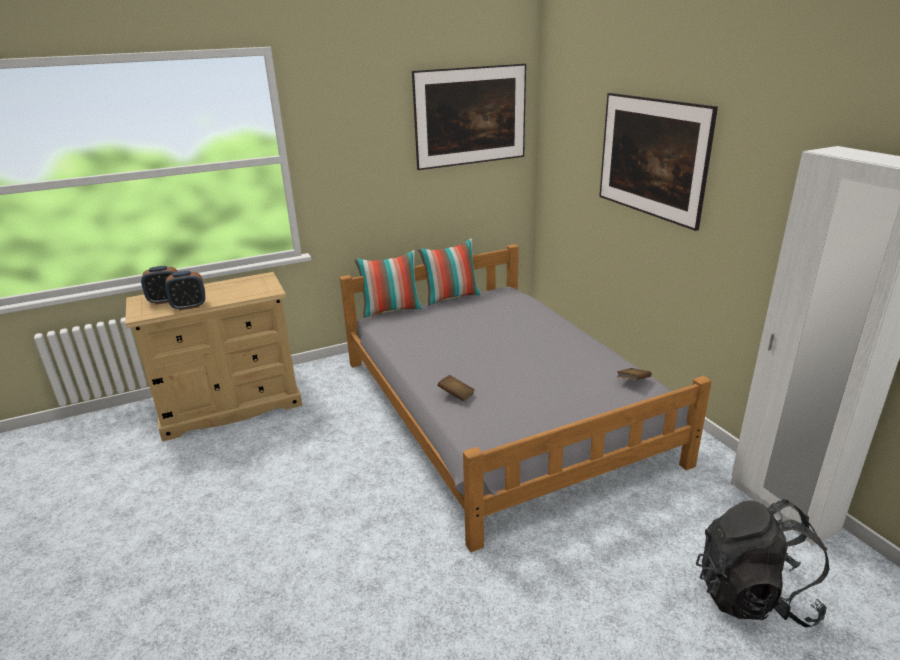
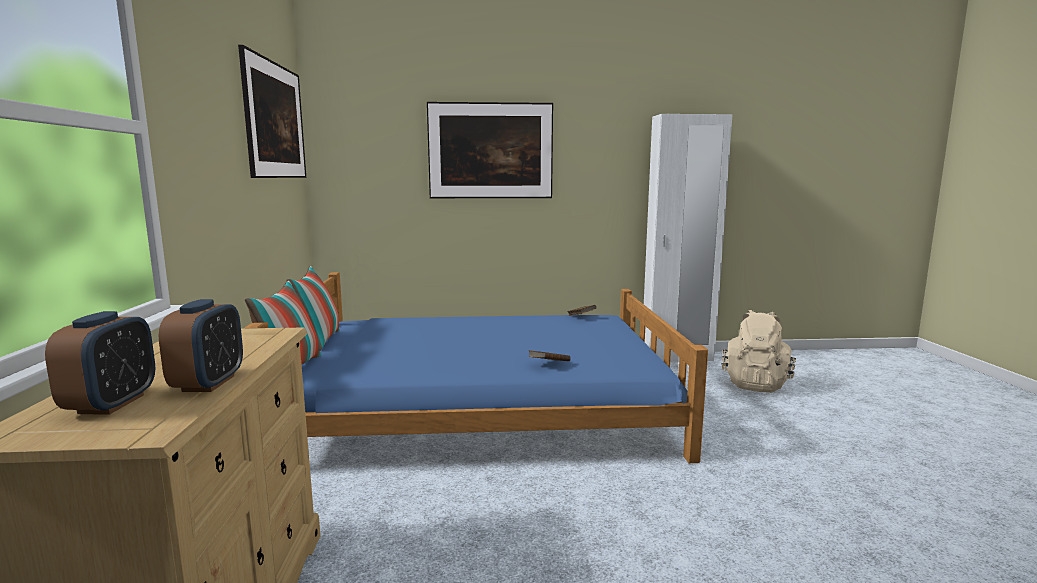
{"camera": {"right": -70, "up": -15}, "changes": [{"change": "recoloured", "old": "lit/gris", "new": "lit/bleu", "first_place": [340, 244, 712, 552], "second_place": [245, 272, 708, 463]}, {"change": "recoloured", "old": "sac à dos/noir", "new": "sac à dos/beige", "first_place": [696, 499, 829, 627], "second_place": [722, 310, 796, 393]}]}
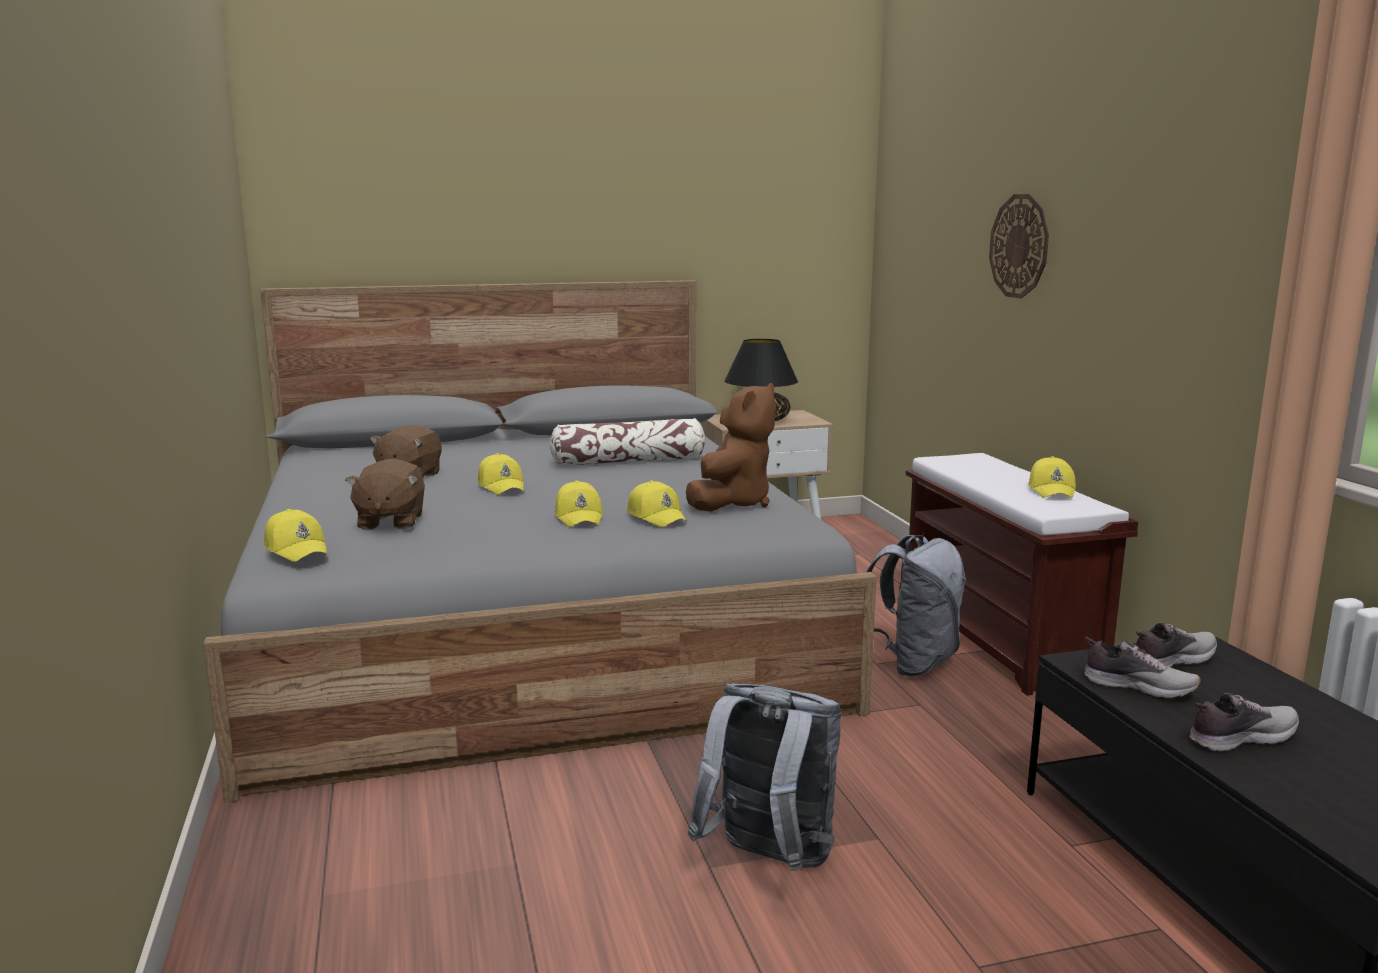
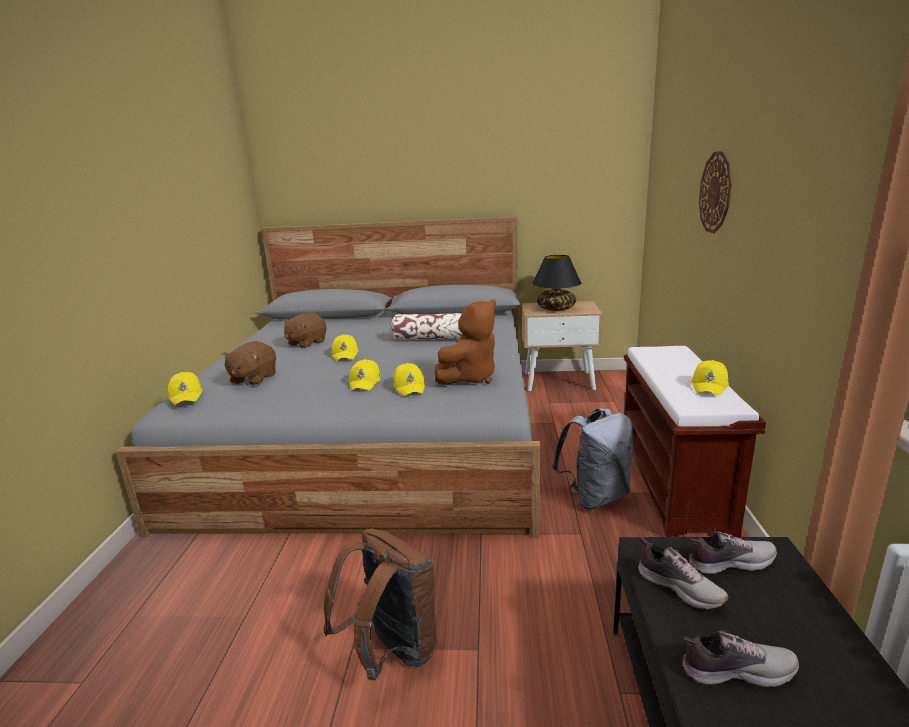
{"camera": {"right": 20, "up": 5}, "changes": [{"change": "recoloured", "old": "sac à dos/gris", "new": "sac à dos/marron", "first_place": [688, 683, 842, 871], "second_place": [323, 529, 437, 680]}]}
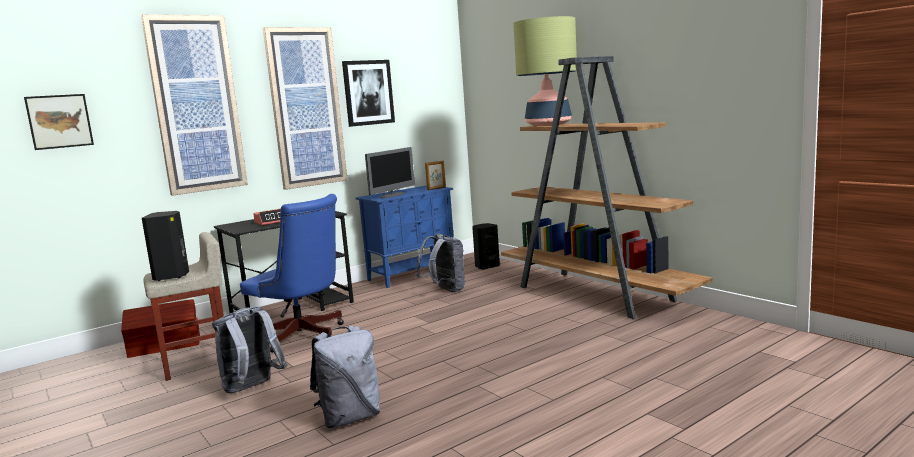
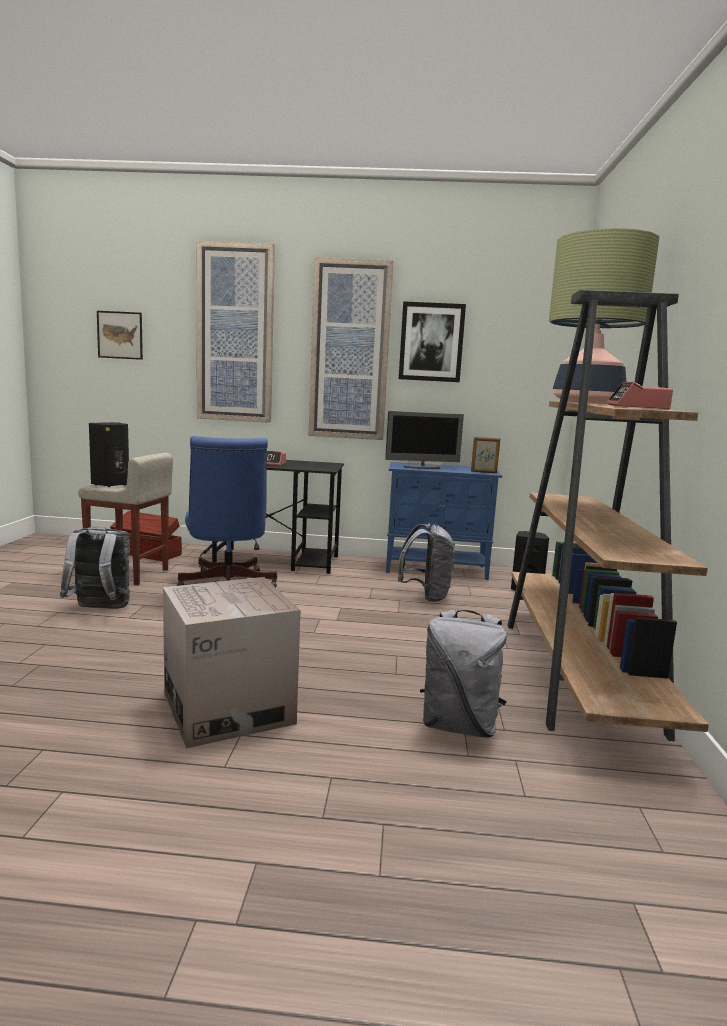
{"camera": {"right": 40, "up": 0}, "changes": [{"change": "moved", "old": "sac à dos/gris", "first_place": [310, 326, 381, 428], "second_place": [420, 610, 507, 738]}, {"change": "added", "new": "carton", "second_place": [163, 577, 300, 748]}, {"change": "added", "new": "réveil", "second_place": [607, 382, 673, 410]}]}
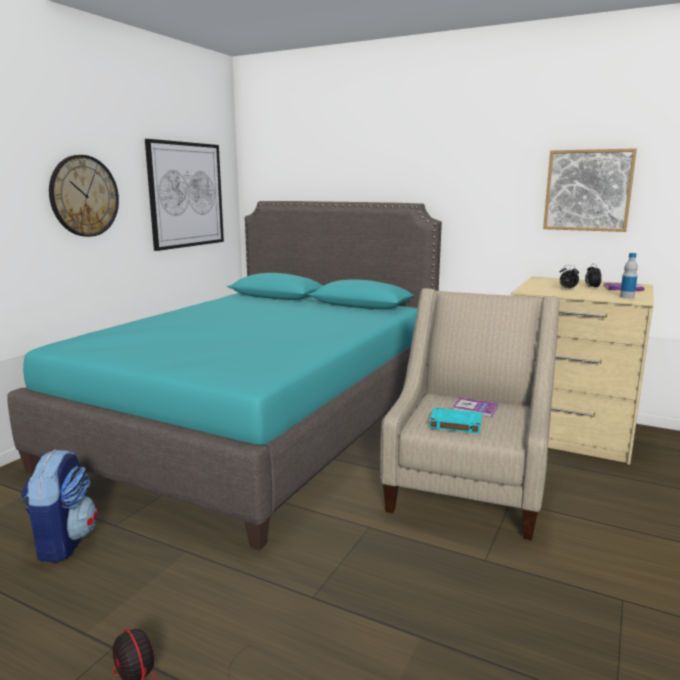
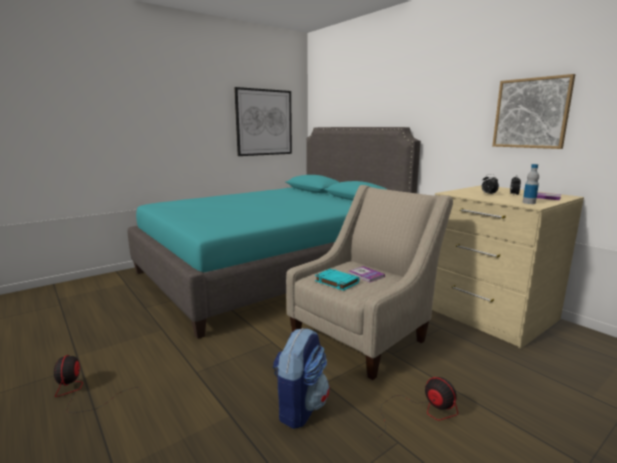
{"camera": {"right": 25, "up": 0}, "changes": [{"change": "moved", "old": "sac à dos", "first_place": [21, 449, 97, 563], "second_place": [272, 328, 330, 429]}, {"change": "removed", "old": "horloge murale", "first_place": [49, 155, 119, 237]}, {"change": "added", "new": "ventilateur", "second_place": [378, 377, 458, 438]}]}
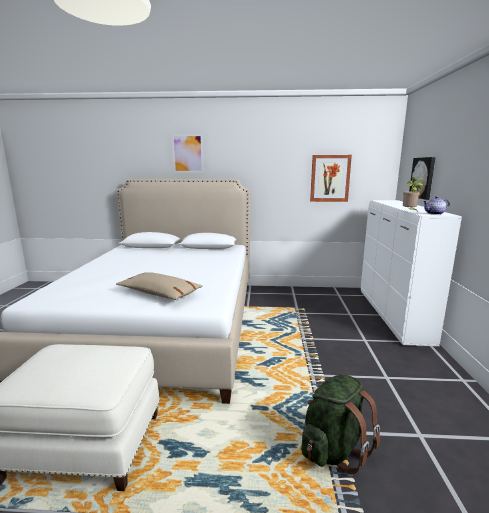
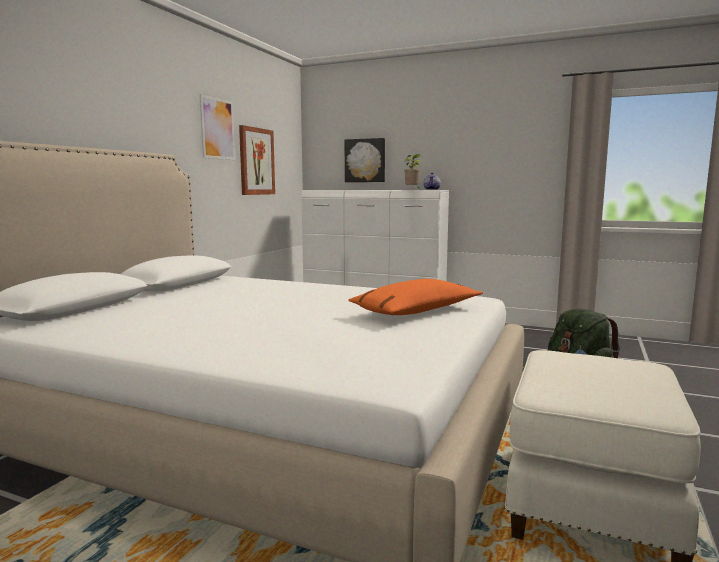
{"camera": {"right": -70, "up": -5}, "changes": [{"change": "recoloured", "old": "coussin/beige", "new": "coussin/orange", "first_place": [116, 272, 203, 300], "second_place": [348, 279, 483, 315]}, {"change": "moved", "old": "tableau", "first_place": [172, 134, 204, 173], "second_place": [199, 94, 235, 160]}]}
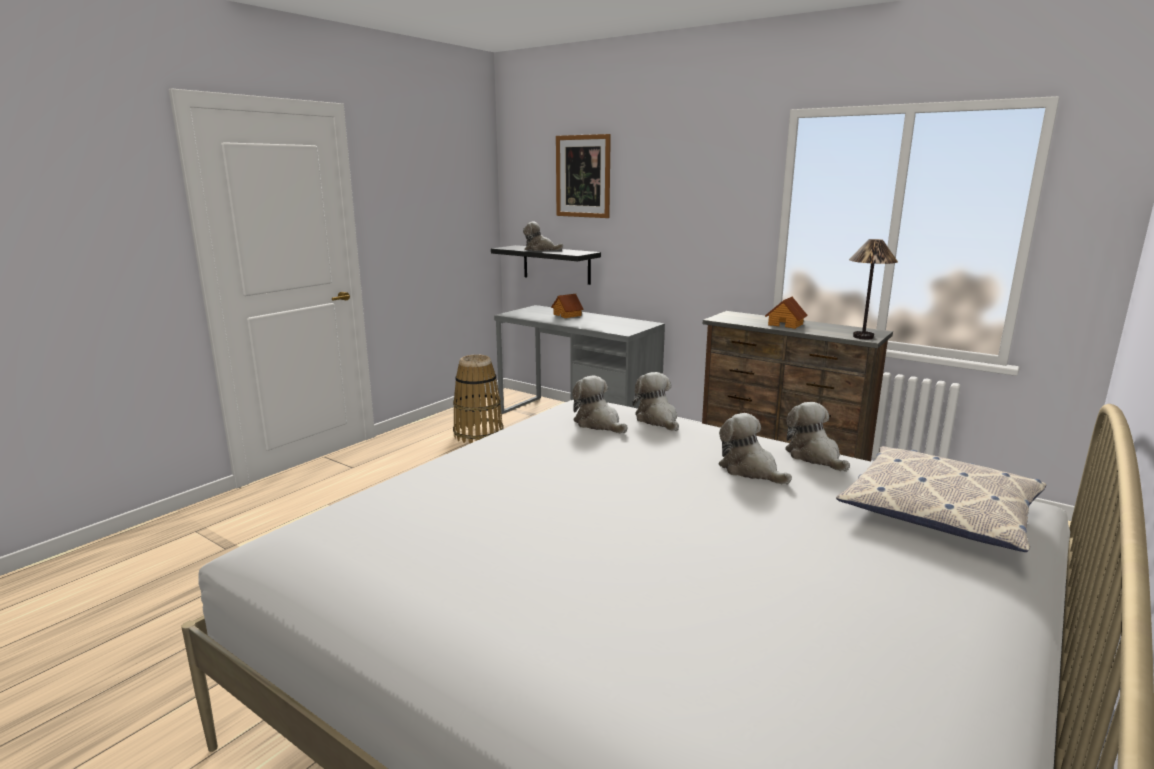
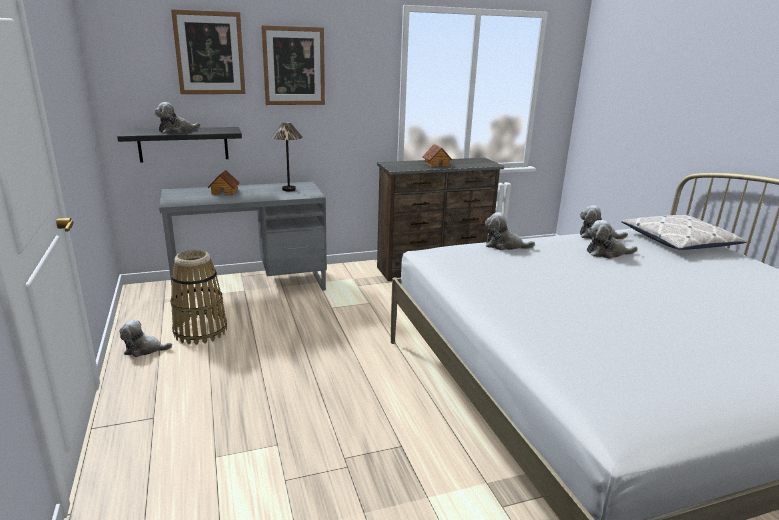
{"camera": {"right": -55, "up": 5}, "changes": [{"change": "moved", "old": "peluche", "first_place": [572, 376, 628, 433], "second_place": [120, 320, 172, 357]}, {"change": "moved", "old": "lampe de table", "first_place": [849, 239, 898, 339], "second_place": [271, 122, 303, 191]}, {"change": "added", "new": "tableau", "second_place": [261, 25, 325, 105]}]}
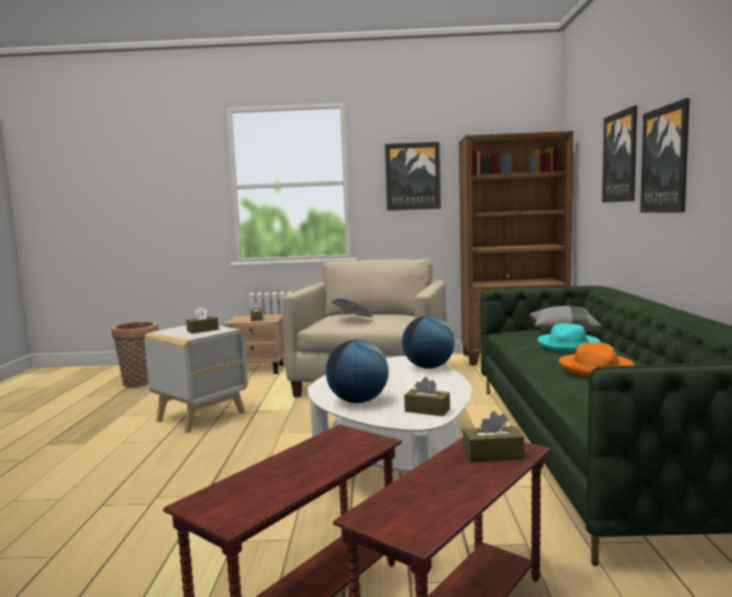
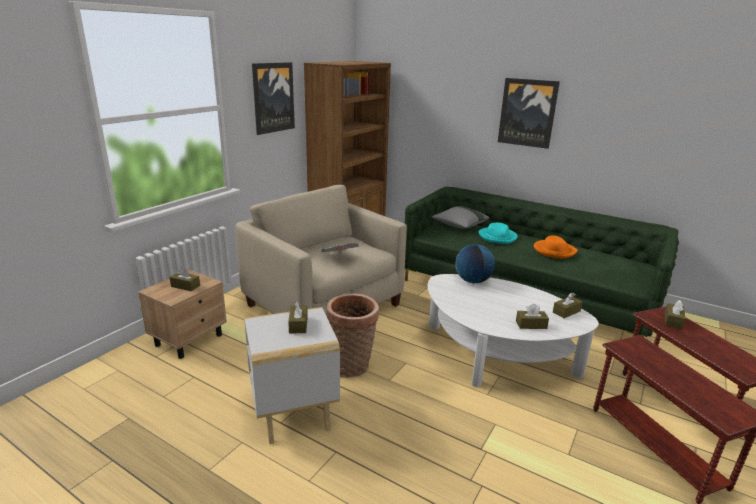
{"camera": {"right": -60, "up": 15}, "changes": [{"change": "moved", "old": "panier", "first_place": [111, 321, 158, 387], "second_place": [326, 293, 379, 378]}, {"change": "replaced", "old": "globe", "new": "boîte à mouchoirs/marron", "first_place": [326, 340, 389, 403], "second_place": [516, 304, 549, 329]}, {"change": "removed", "old": "tableau", "first_place": [602, 105, 637, 203]}]}
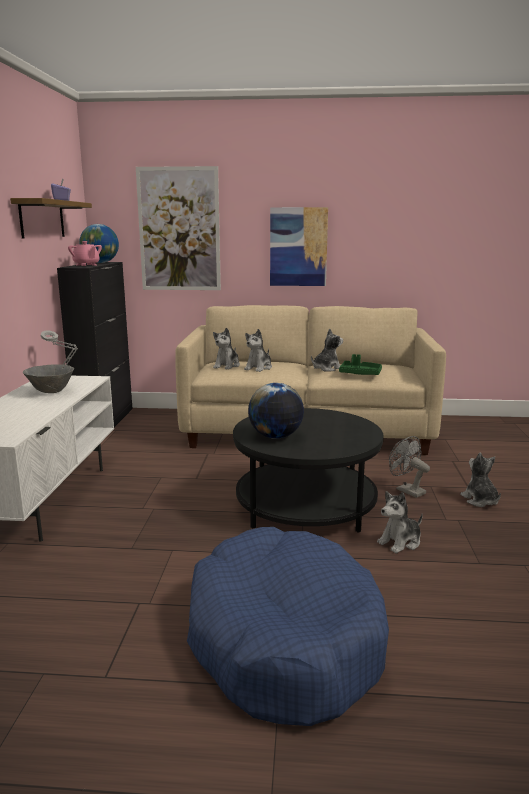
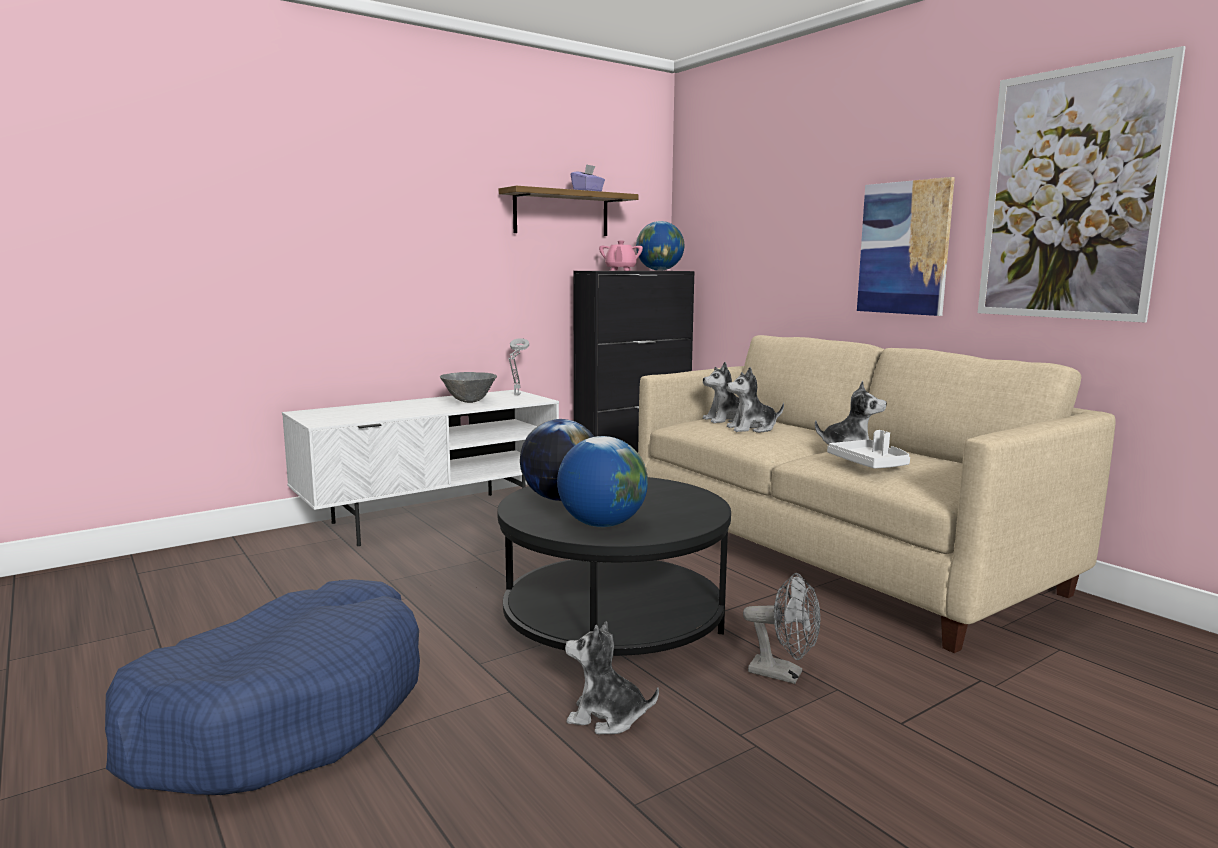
{"camera": {"right": 50, "up": -5}, "changes": [{"change": "moved", "old": "tableau", "first_place": [136, 166, 221, 290], "second_place": [978, 46, 1186, 322]}, {"change": "recoloured", "old": "plateau/vert", "new": "plateau/blanc", "first_place": [339, 354, 382, 375], "second_place": [827, 430, 910, 469]}, {"change": "turned", "old": "ventilateur/gris", "first_place": [389, 436, 430, 498], "second_place": [743, 573, 821, 684], "degrees": 105}, {"change": "removed", "old": "peluche", "first_place": [460, 452, 501, 507]}, {"change": "added", "new": "globe", "second_place": [557, 436, 648, 527]}]}
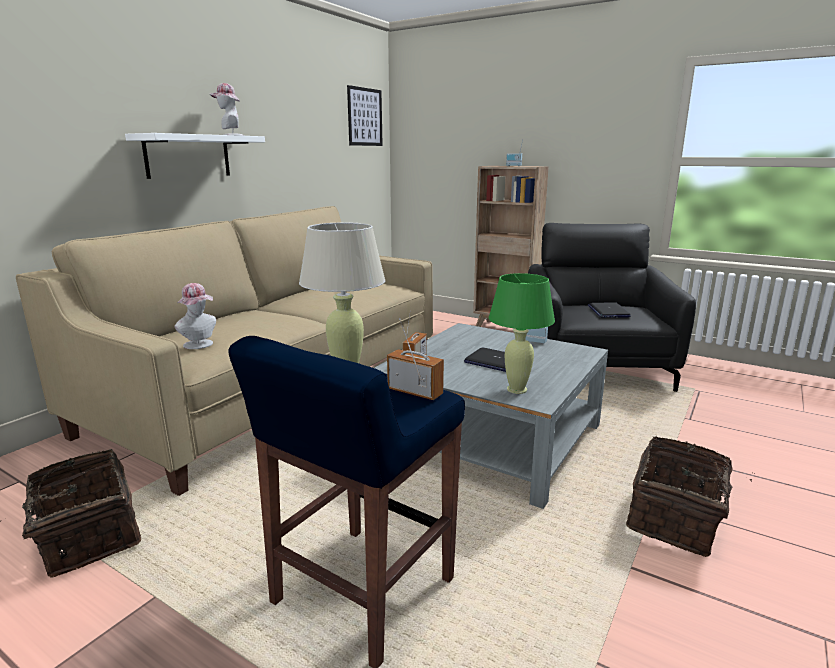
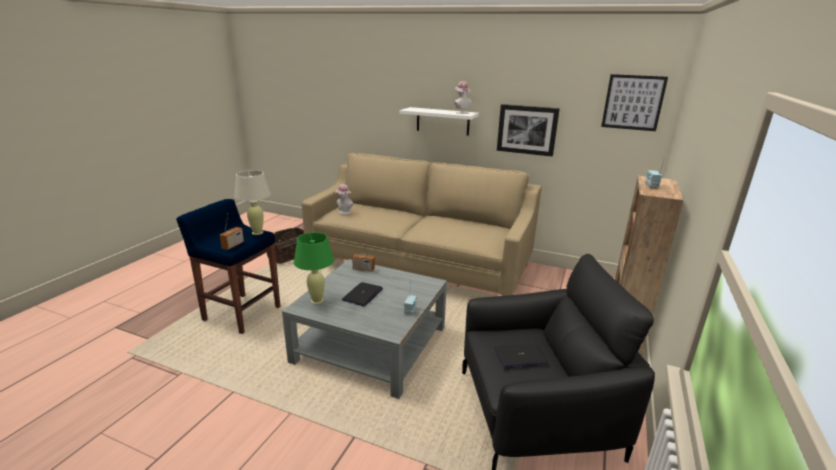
{"camera": {"right": 80, "up": 5}, "changes": [{"change": "removed", "old": "panier", "first_place": [626, 436, 755, 557]}, {"change": "added", "new": "tableau", "second_place": [497, 104, 560, 157]}]}
